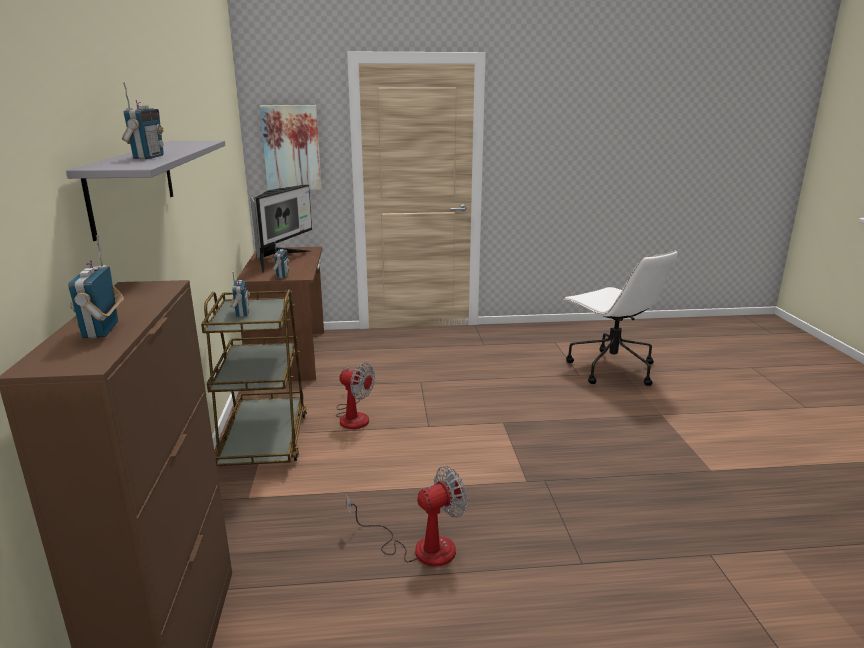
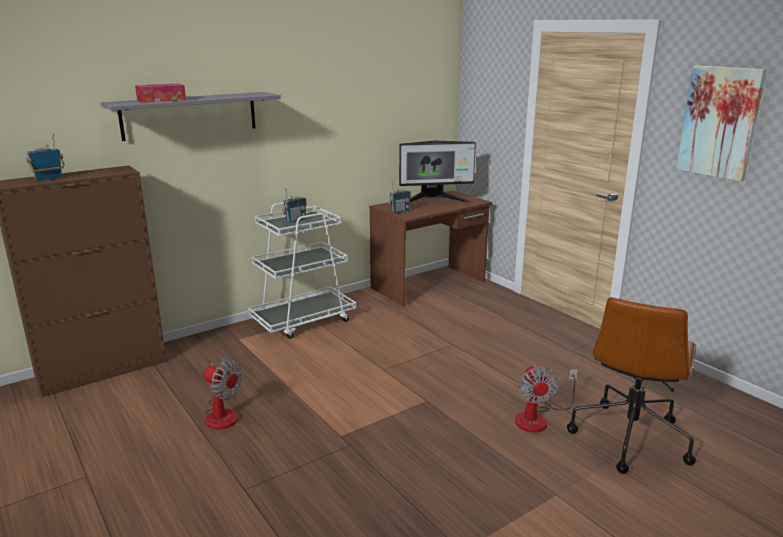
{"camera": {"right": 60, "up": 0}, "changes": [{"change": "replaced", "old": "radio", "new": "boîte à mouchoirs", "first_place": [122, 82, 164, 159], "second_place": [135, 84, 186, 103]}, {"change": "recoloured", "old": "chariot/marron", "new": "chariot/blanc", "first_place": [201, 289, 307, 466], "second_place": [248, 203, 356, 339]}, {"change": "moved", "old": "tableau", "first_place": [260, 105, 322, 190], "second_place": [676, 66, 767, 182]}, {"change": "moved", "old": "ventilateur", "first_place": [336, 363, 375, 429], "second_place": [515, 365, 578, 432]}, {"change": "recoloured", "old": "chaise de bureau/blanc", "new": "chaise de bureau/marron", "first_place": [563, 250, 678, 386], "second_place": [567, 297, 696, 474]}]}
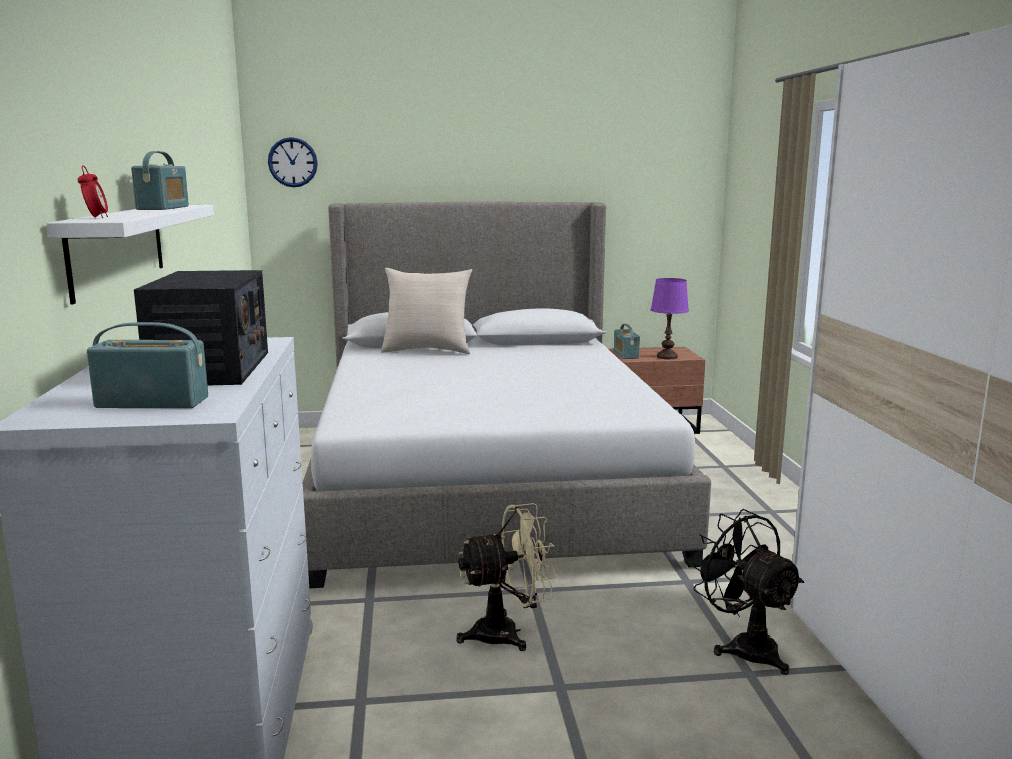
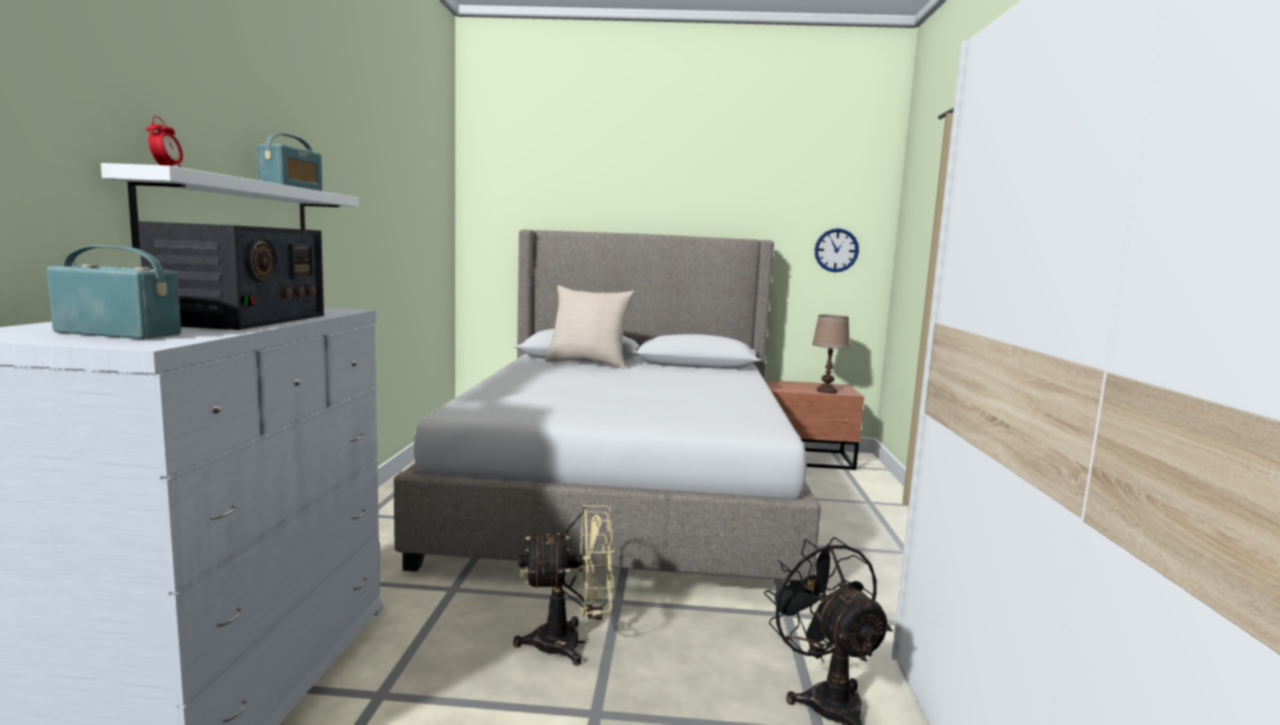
{"camera": {"right": 10, "up": -5}, "changes": [{"change": "moved", "old": "horloge murale", "first_place": [268, 137, 318, 187], "second_place": [814, 228, 859, 272]}, {"change": "removed", "old": "radio", "first_place": [614, 324, 640, 359]}, {"change": "recoloured", "old": "lampe de table/violet", "new": "lampe de table/marron", "first_place": [651, 278, 689, 359], "second_place": [812, 315, 850, 393]}]}
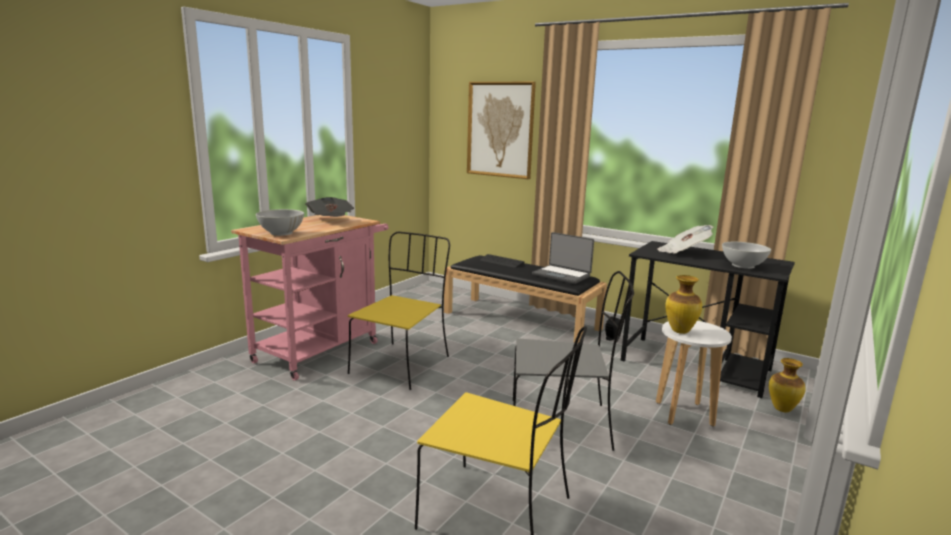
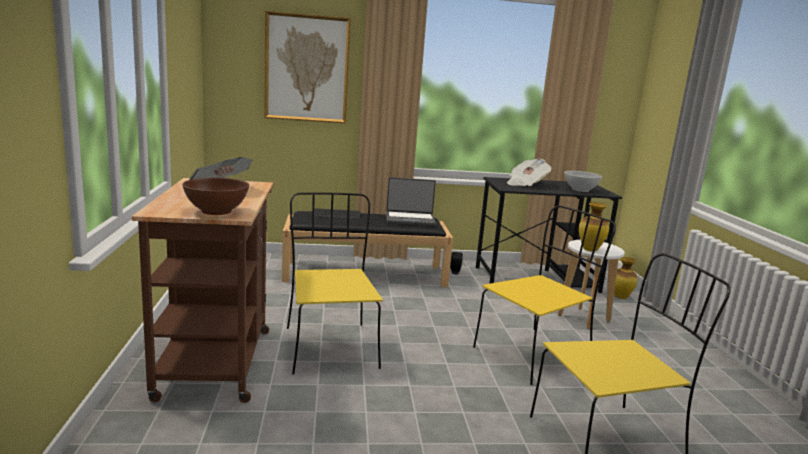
{"camera": {"right": -40, "up": 0}, "changes": [{"change": "recoloured", "old": "chariot/rose", "new": "chariot/marron", "first_place": [231, 215, 389, 381], "second_place": [132, 178, 273, 403]}, {"change": "recoloured", "old": "bol/blanc", "new": "bol/marron", "first_place": [256, 209, 304, 236], "second_place": [182, 178, 249, 215]}, {"change": "recoloured", "old": "chaise/gris", "new": "chaise/jaune", "first_place": [513, 271, 634, 451], "second_place": [473, 206, 616, 385]}]}
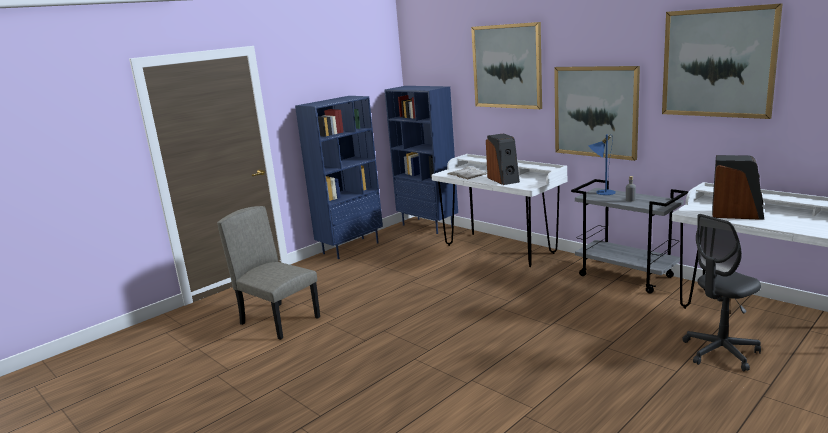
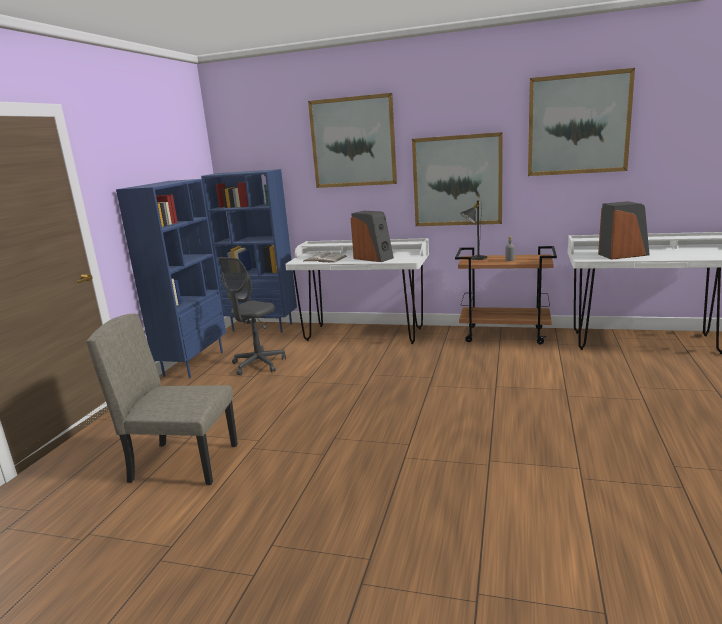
{"camera": {"right": -30, "up": 0}, "changes": [{"change": "recoloured", "old": "chariot/gris", "new": "chariot/marron", "first_place": [571, 179, 688, 293], "second_place": [455, 246, 557, 344]}, {"change": "recoloured", "old": "lampe de table/bleu", "new": "lampe de table/noir", "first_place": [589, 134, 616, 195], "second_place": [460, 200, 487, 260]}, {"change": "moved", "old": "chaise de bureau/gris", "first_place": [682, 214, 761, 371], "second_place": [218, 257, 286, 375]}]}
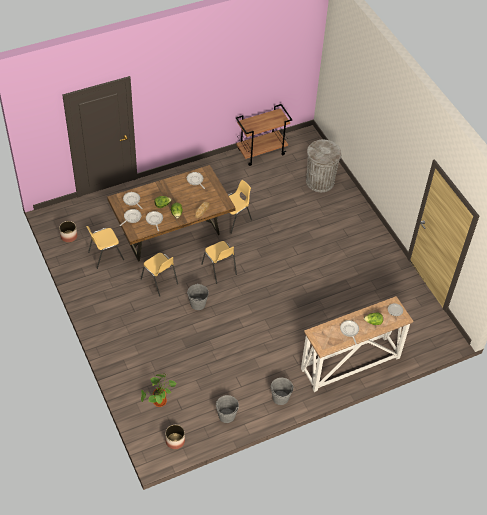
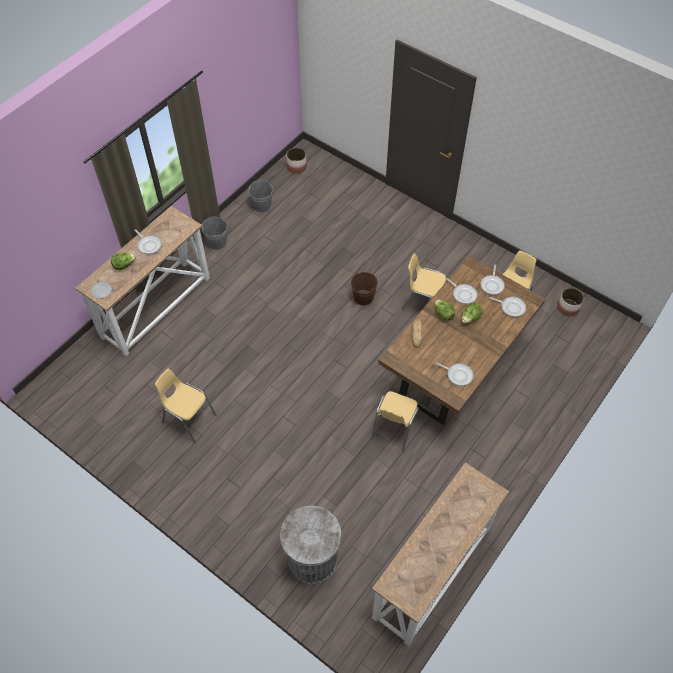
{"camera": {"right": 155, "up": 5}, "changes": [{"change": "removed", "old": "plante en pot", "first_place": [141, 374, 176, 407]}, {"change": "recoloured", "old": "seau/gris", "new": "seau/marron", "first_place": [187, 283, 209, 310], "second_place": [351, 272, 378, 305]}, {"change": "moved", "old": "chaise/jaune", "first_place": [201, 241, 237, 284], "second_place": [155, 369, 216, 443]}, {"change": "replaced", "old": "chariot/marron", "new": "table console", "first_place": [236, 104, 292, 166], "second_place": [372, 462, 509, 646]}]}
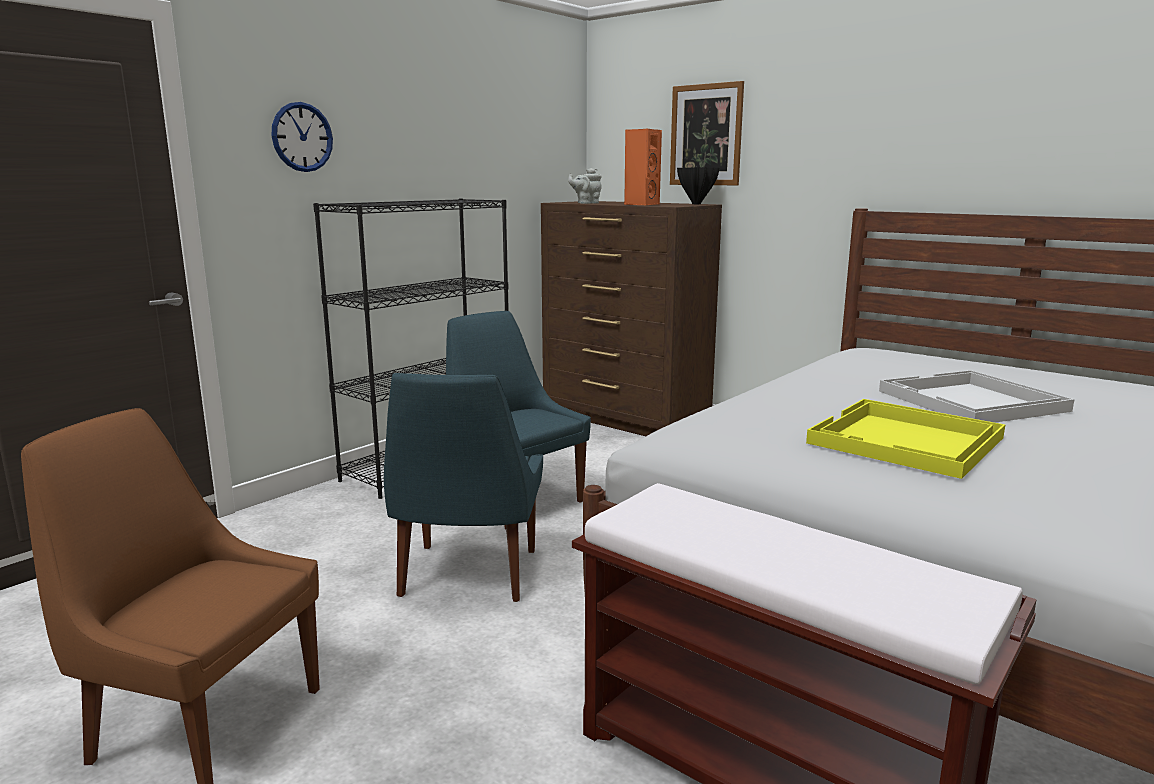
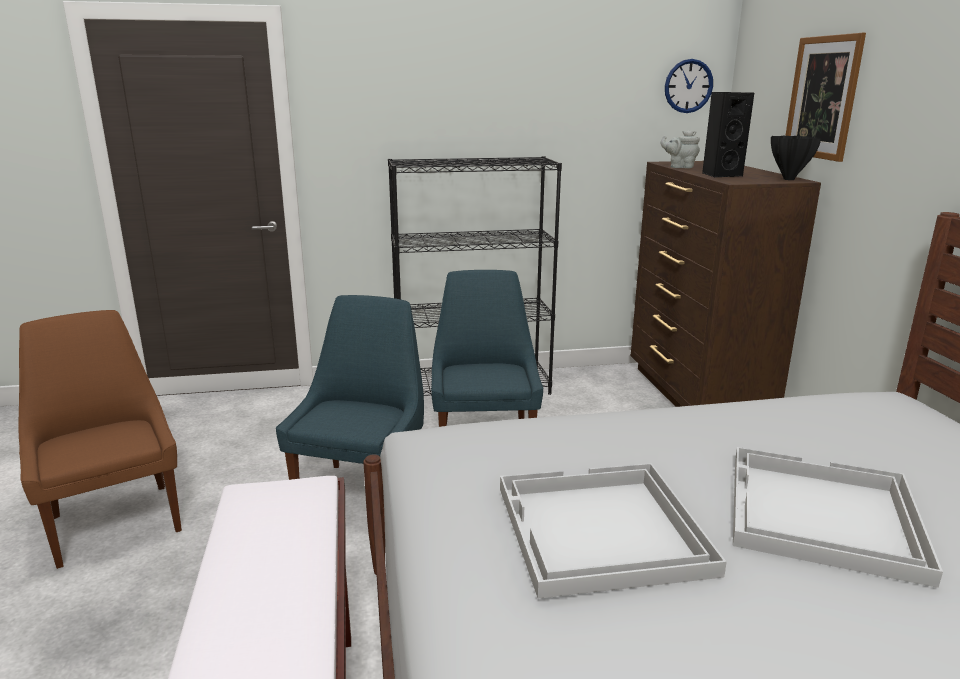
{"camera": {"right": 40, "up": 5}, "changes": [{"change": "moved", "old": "horloge murale", "first_place": [272, 102, 333, 172], "second_place": [665, 59, 713, 113]}, {"change": "turned", "old": "chaise/bleu", "first_place": [384, 373, 543, 602], "second_place": [276, 295, 424, 480], "degrees": 150}, {"change": "recoloured", "old": "enceinte/orange", "new": "enceinte/noir", "first_place": [624, 129, 662, 205], "second_place": [702, 92, 754, 177]}, {"change": "recoloured", "old": "plateau/jaune", "new": "plateau/blanc", "first_place": [806, 399, 1005, 479], "second_place": [500, 463, 727, 599]}]}
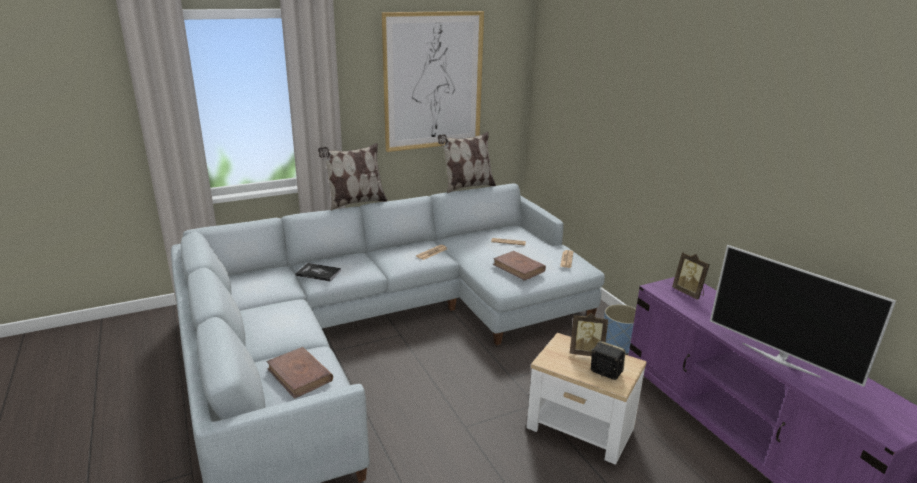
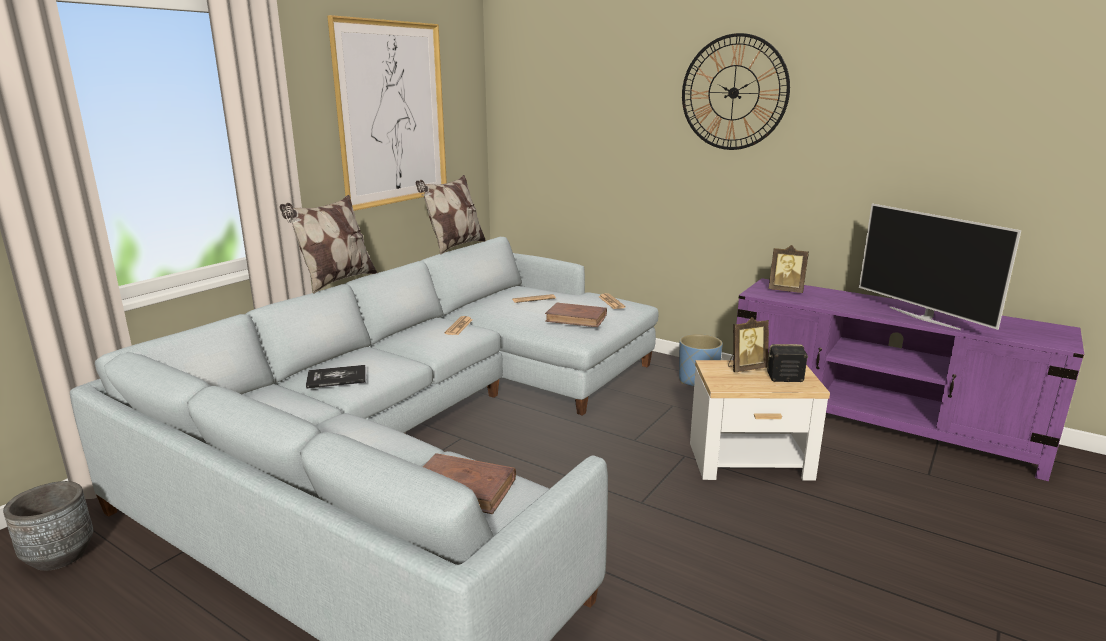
{"camera": {"right": -30, "up": -5}, "changes": [{"change": "turned", "old": "téléviseur", "first_place": [710, 245, 896, 387], "second_place": [859, 204, 1021, 330], "degrees": 45}, {"change": "added", "new": "cache-pot/gris", "second_place": [3, 481, 93, 571]}, {"change": "added", "new": "horloge murale", "second_place": [682, 33, 790, 150]}]}
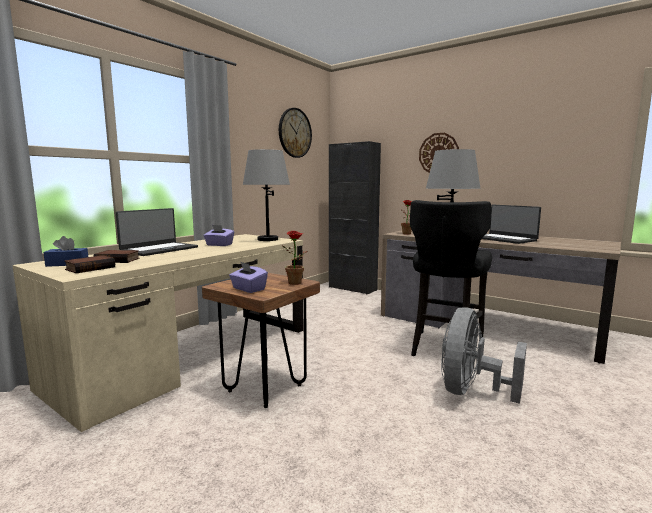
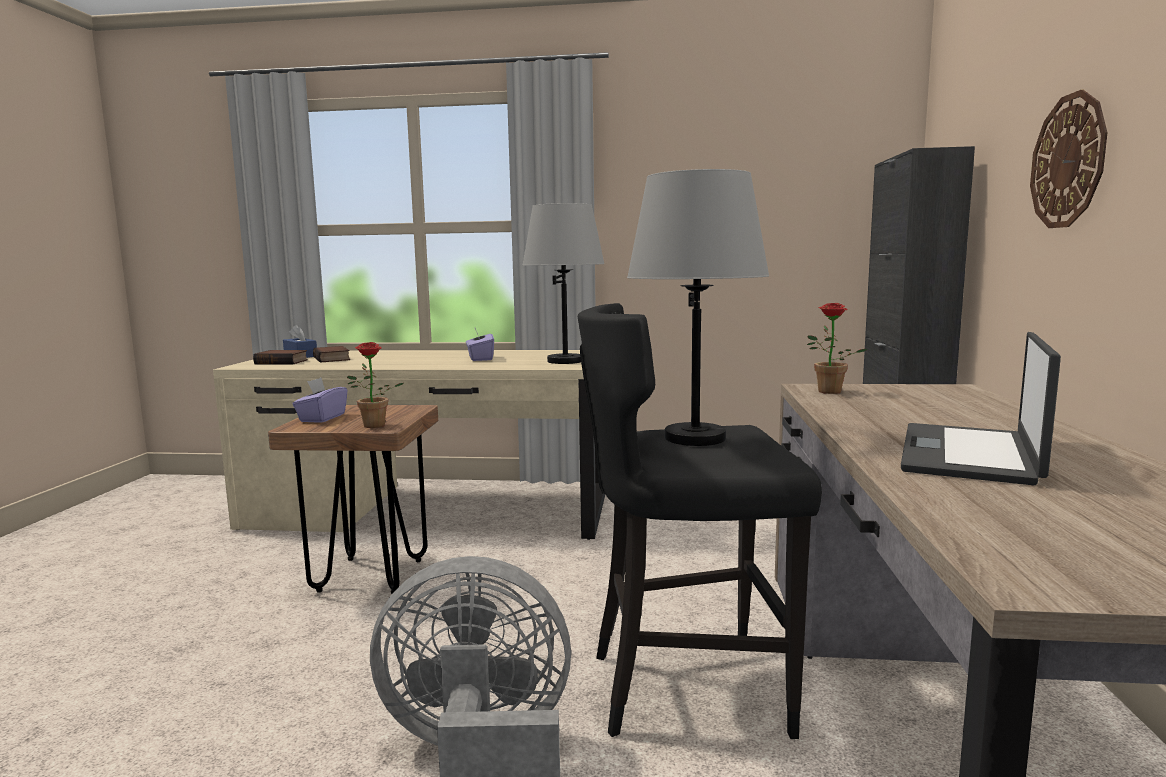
{"camera": {"right": 60, "up": 0}, "changes": [{"change": "removed", "old": "ordinateur portable", "first_place": [116, 208, 198, 256]}, {"change": "removed", "old": "horloge murale", "first_place": [279, 108, 312, 158]}]}
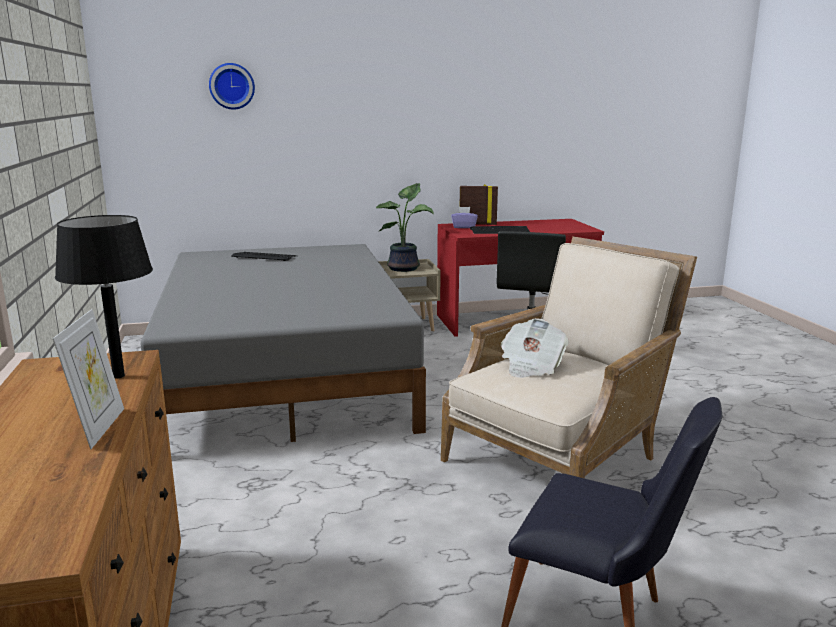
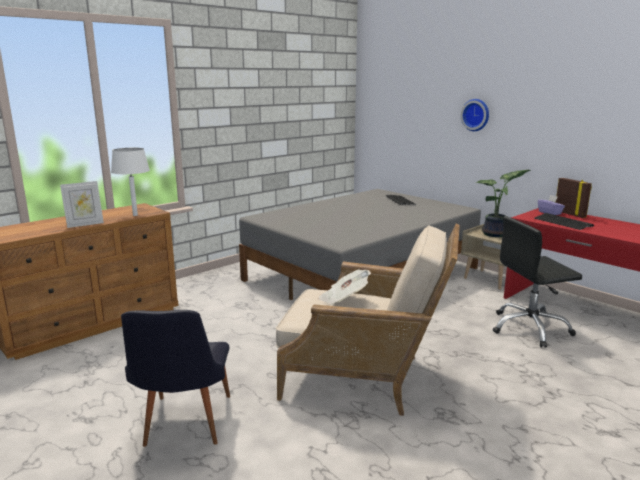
{"camera": {"right": 60, "up": 0}, "changes": [{"change": "recoloured", "old": "lampe de table/noir", "new": "lampe de table/blanc", "first_place": [55, 215, 153, 378], "second_place": [111, 148, 150, 216]}, {"change": "moved", "old": "horloge murale", "first_place": [209, 63, 255, 110], "second_place": [461, 99, 489, 131]}]}
